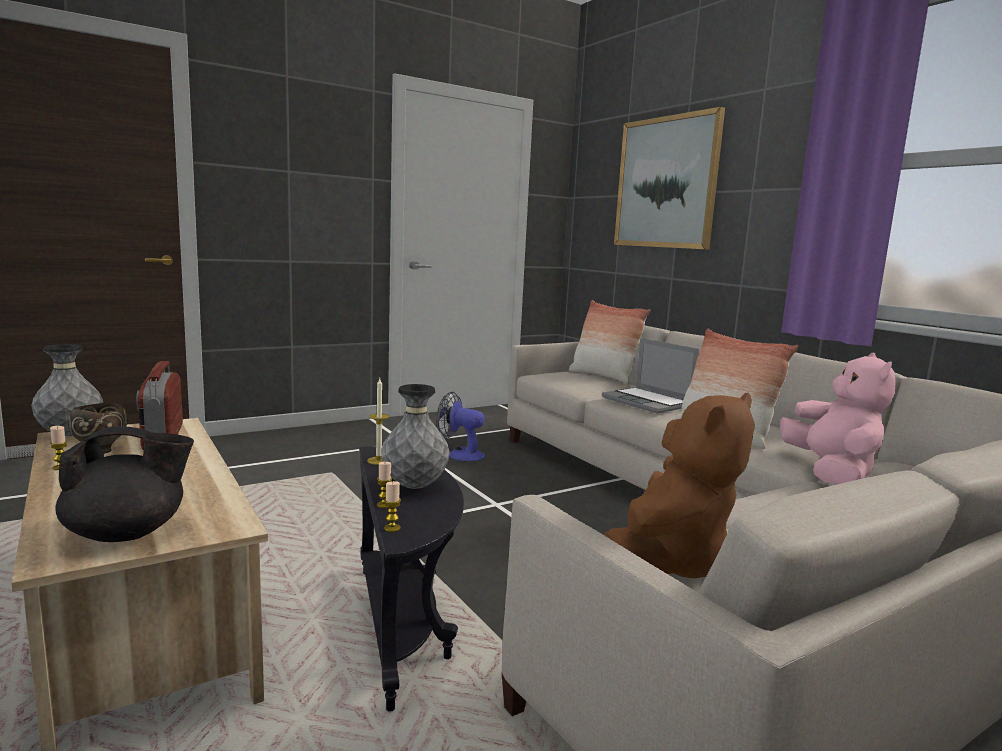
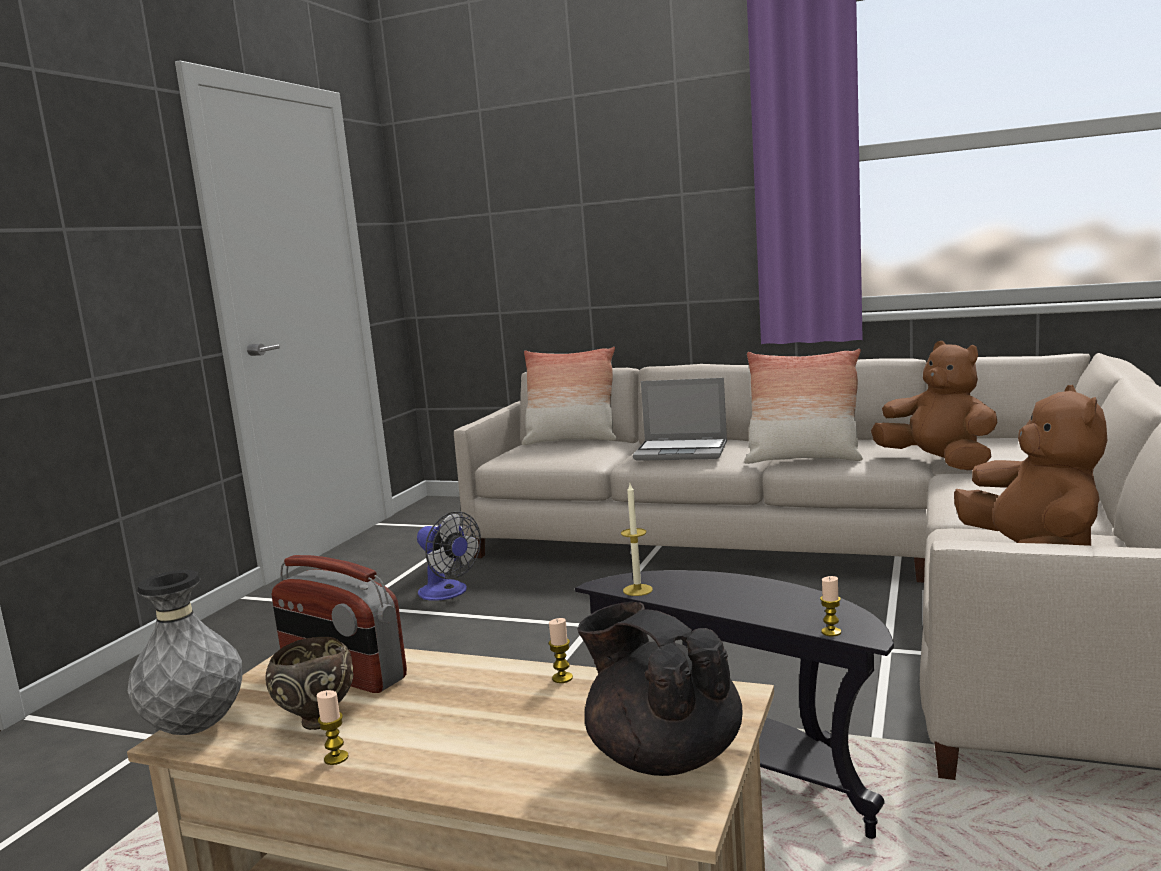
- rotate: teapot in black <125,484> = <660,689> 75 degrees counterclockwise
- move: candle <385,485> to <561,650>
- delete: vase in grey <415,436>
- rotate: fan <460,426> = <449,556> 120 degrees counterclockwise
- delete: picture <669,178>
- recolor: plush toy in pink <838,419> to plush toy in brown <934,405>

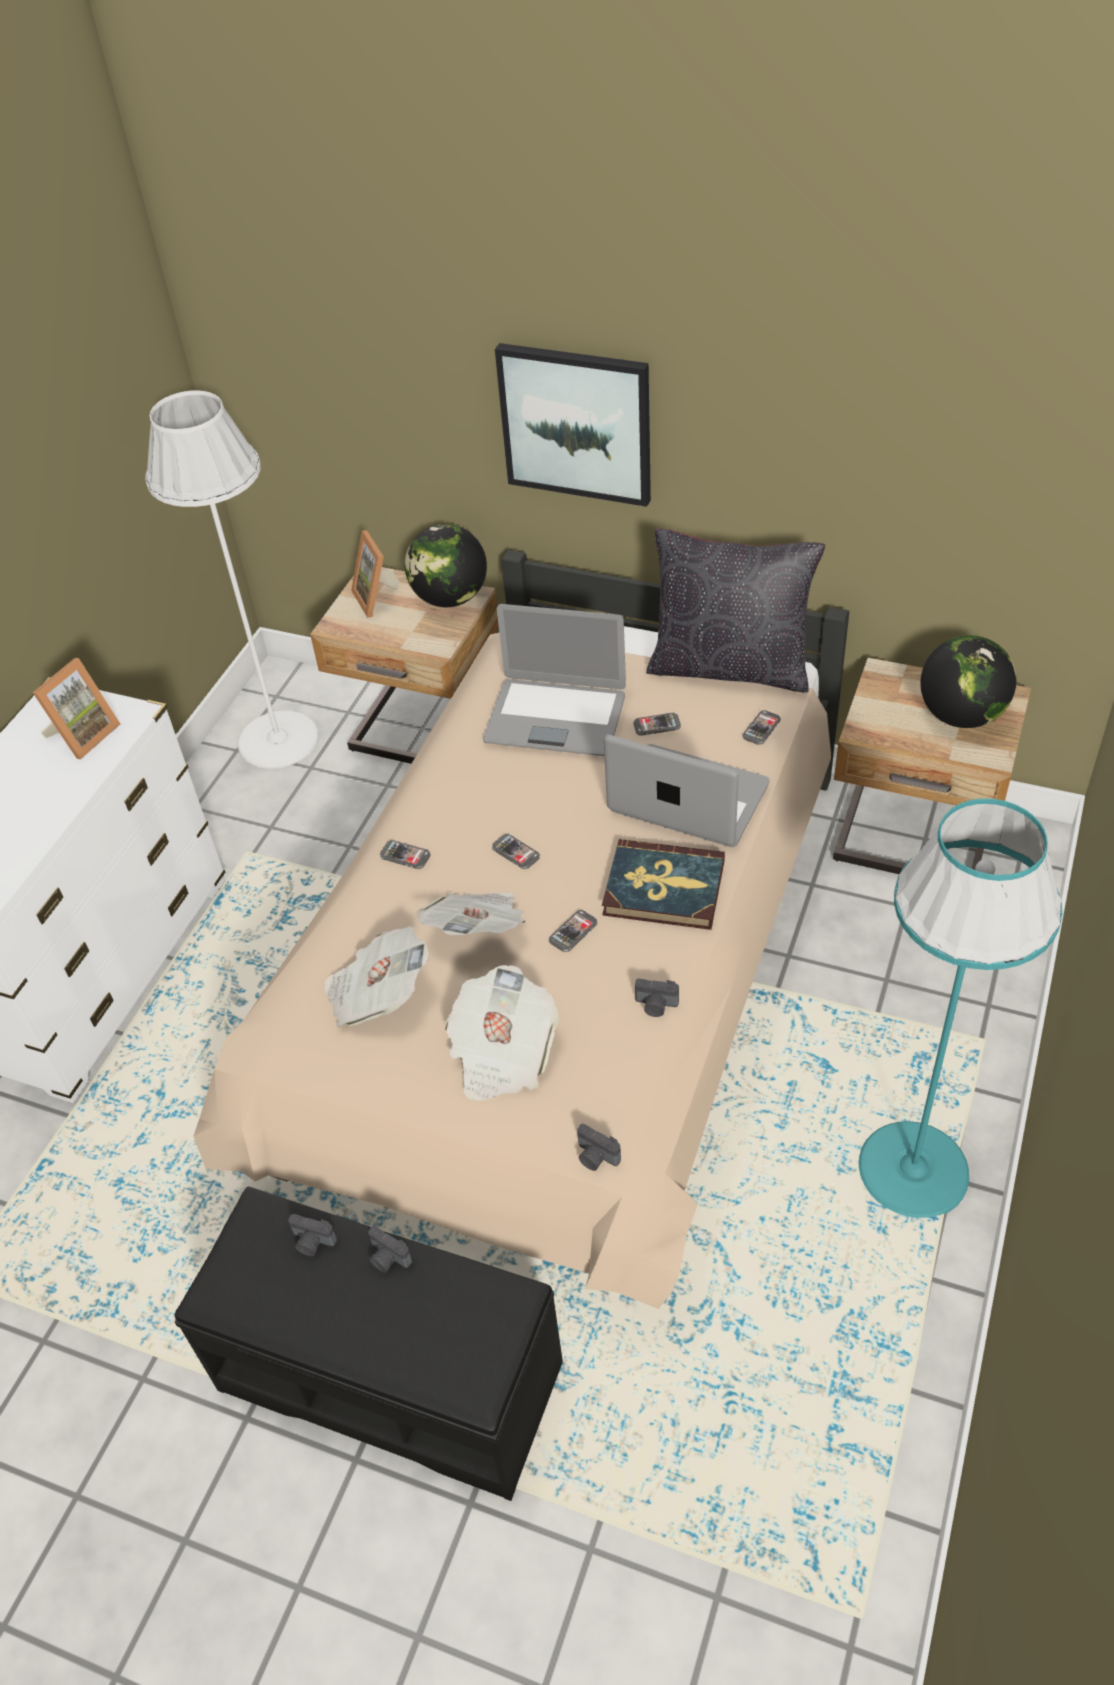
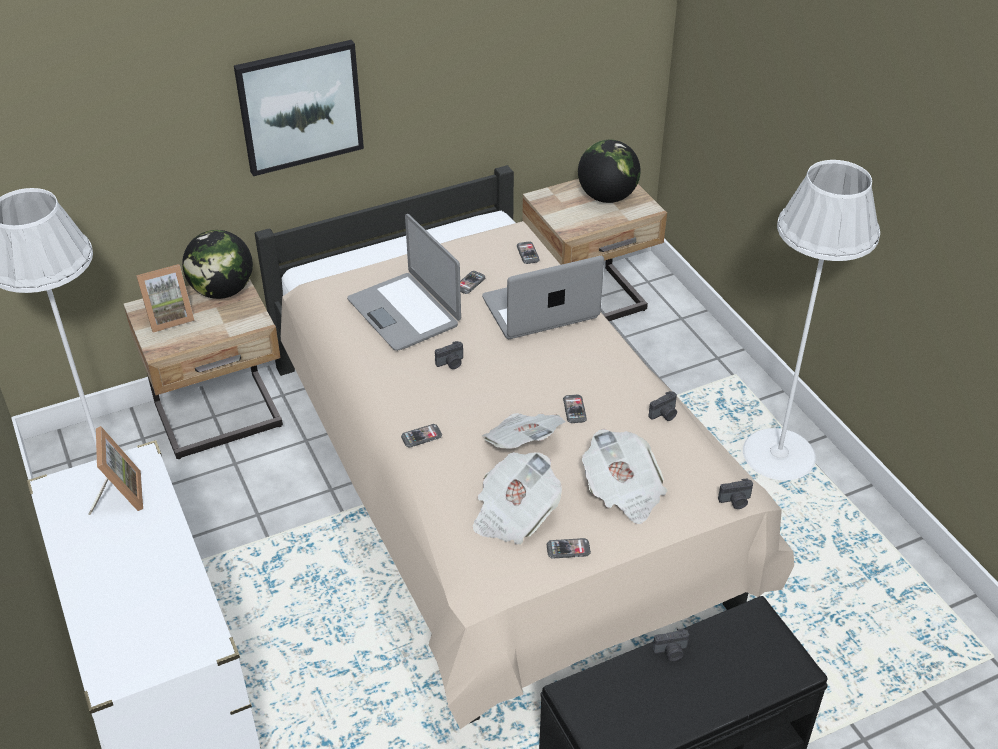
- move: photo camera <312,1235> to <449,355>
- rotate: picture frame <375,573> = <165,298> 45 degrees counterclockwise
- rotate: laptop <554,680> = <404,282> 90 degrees clockwise
- move: phone <516,851> to <569,548>
- delete: book <663,884>
- delete: pillow in black <735,610>
- recolor: floor lamp in turquoise <961,1008> to floor lamp in white <811,320>

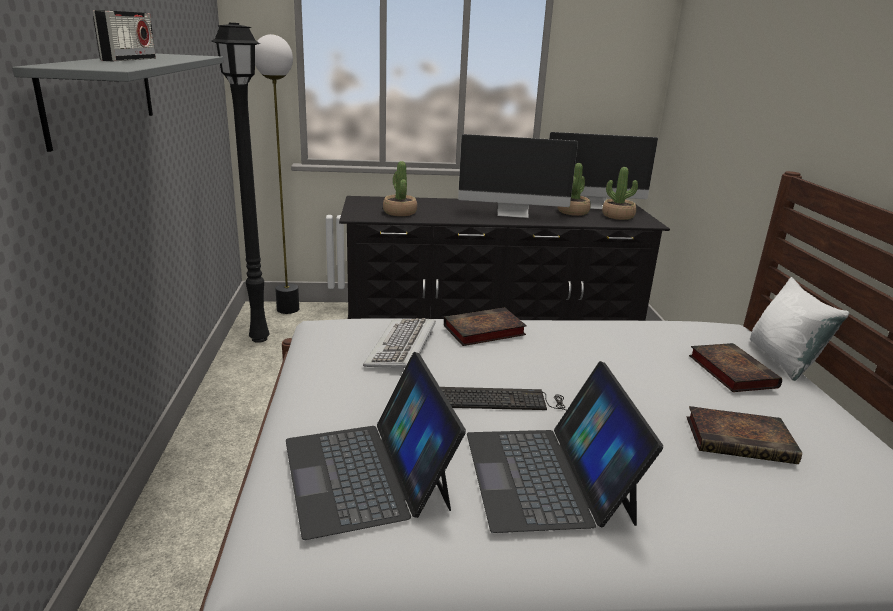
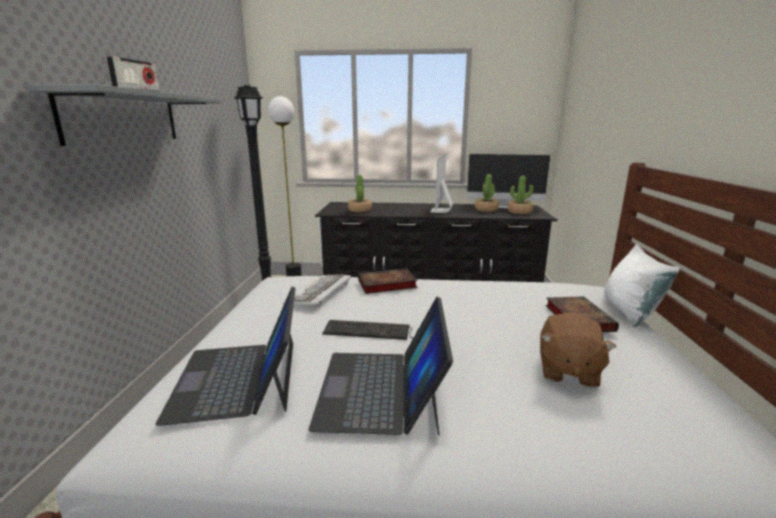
- rotate: monitor <518,176> = <441,183> 90 degrees clockwise
- replace: book <744,435> to plush toy in brown <578,350>

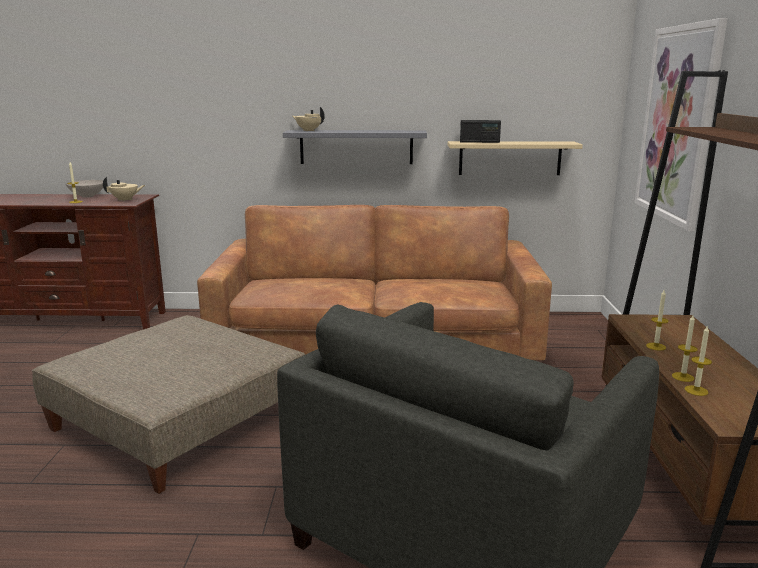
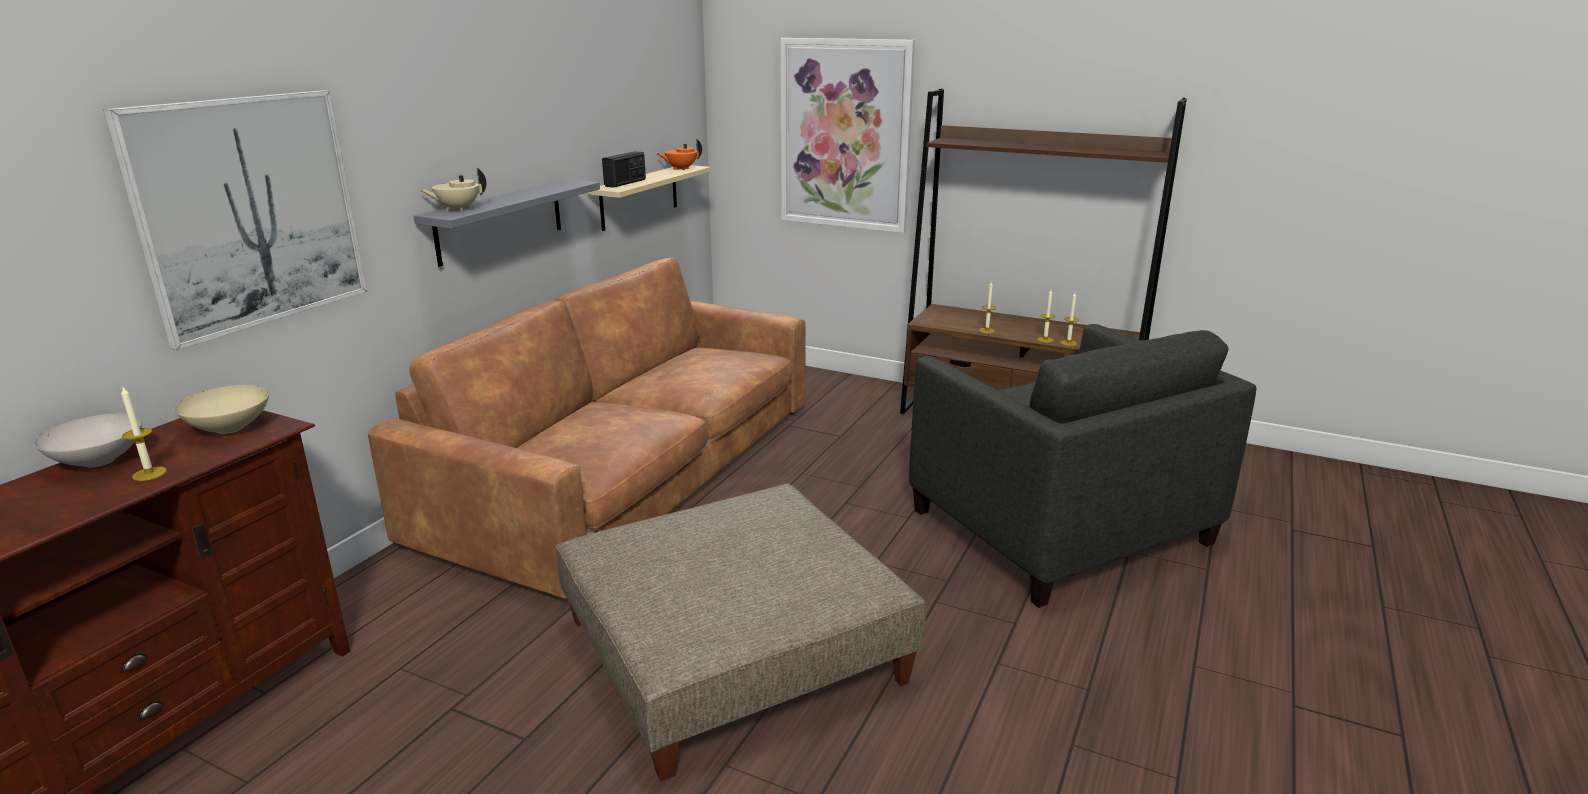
- replace: teapot in beige <124,189> to bowl in beige <222,409>
- insert: picture <235,220>
- insert: teapot in orange <679,154>

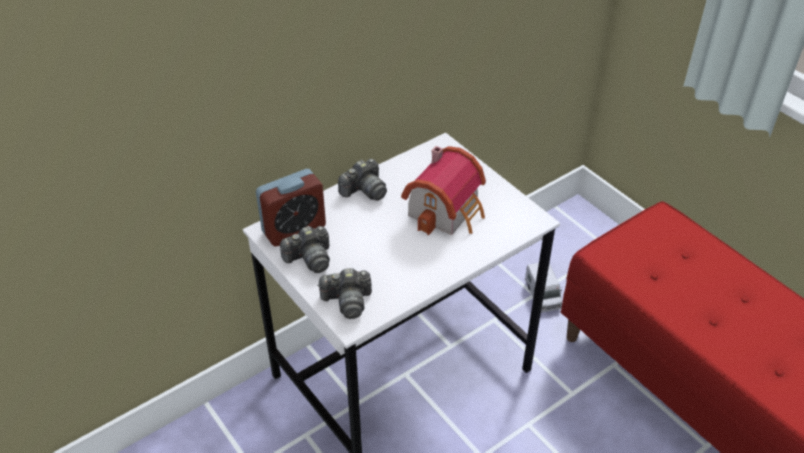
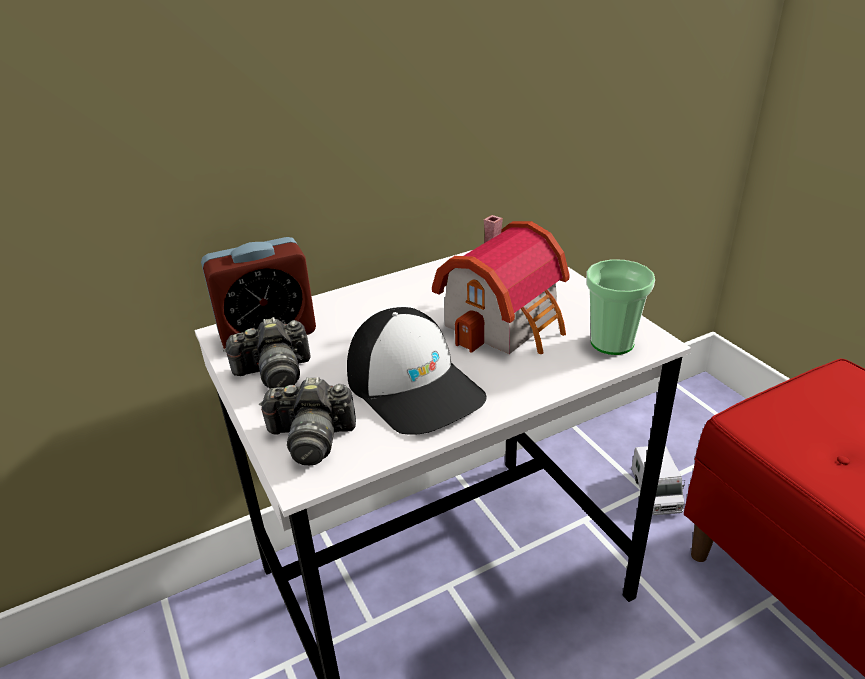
- delete: photo camera <362,180>
- insert: cap <416,371>
- insert: cup <620,307>

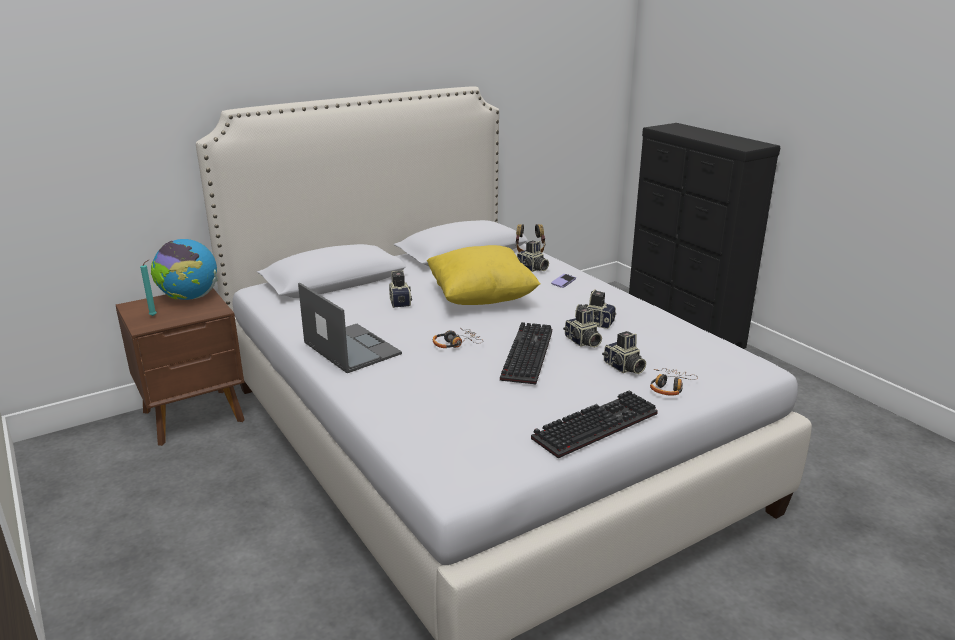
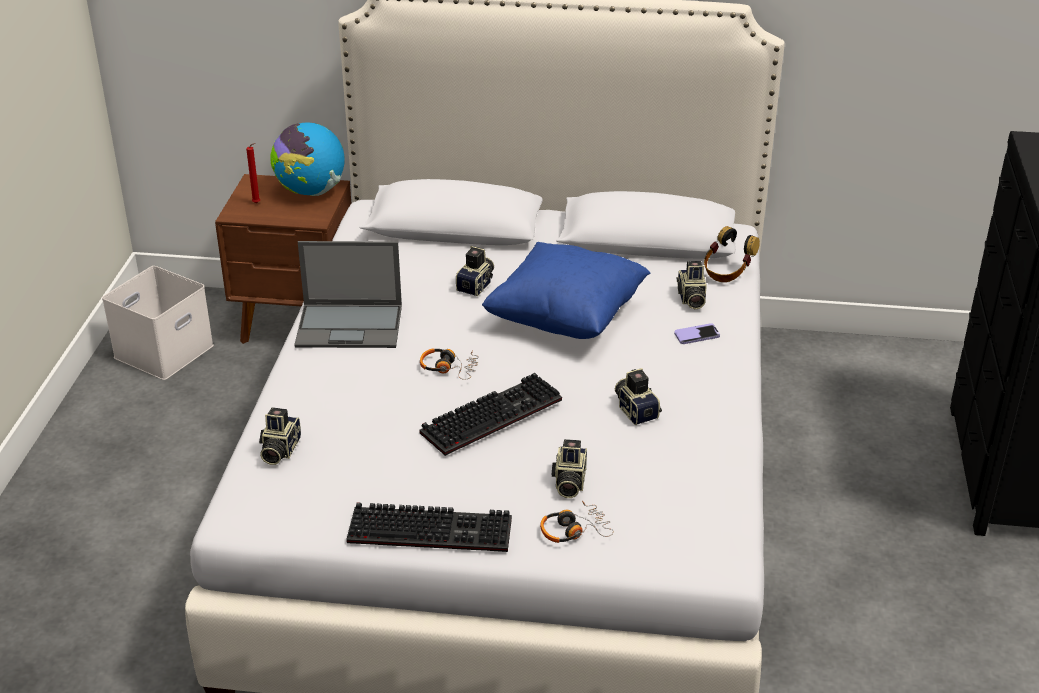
- recolor: candle in turquoise <148,288> to candle in red <253,173>
- rotate: laptop <350,328> = <348,294> 90 degrees clockwise
- recolor: pillow in yellow <484,275> to pillow in blue <566,290>
- move: photo camera <582,328> to <280,436>
- insert: storage box in white <158,323>

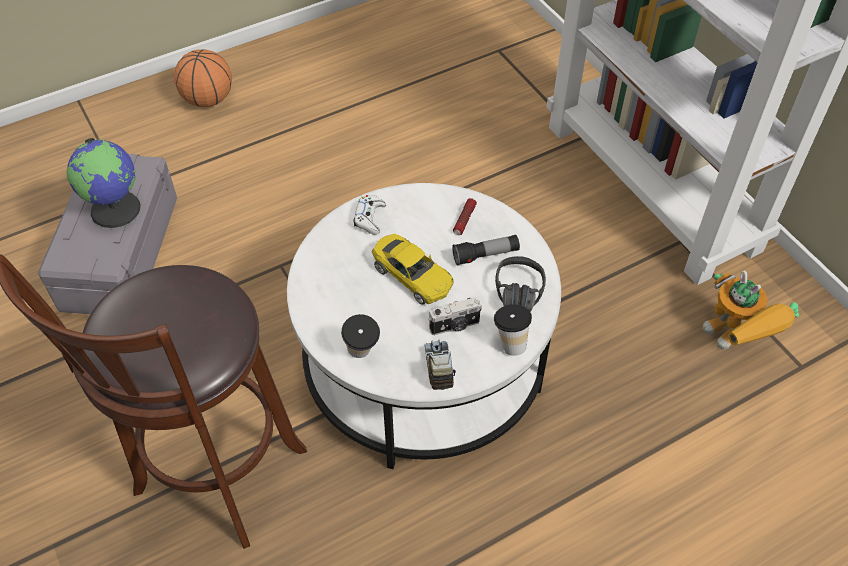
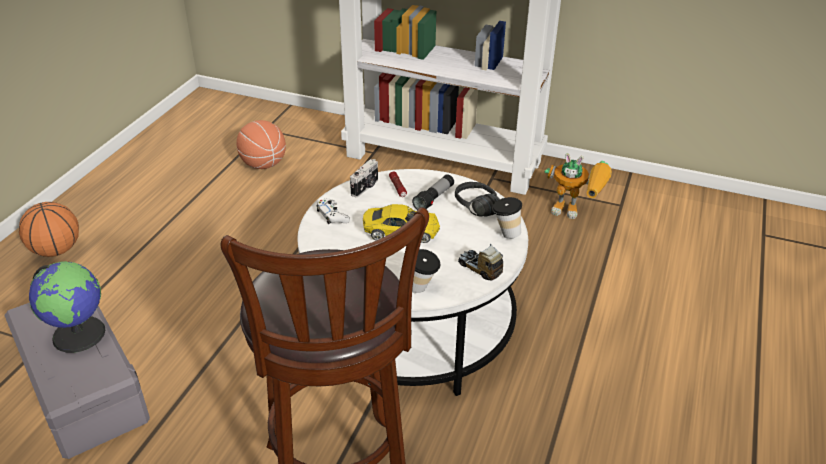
- move: photo camera <455,316> to <364,178>
- insert: basketball <261,144>

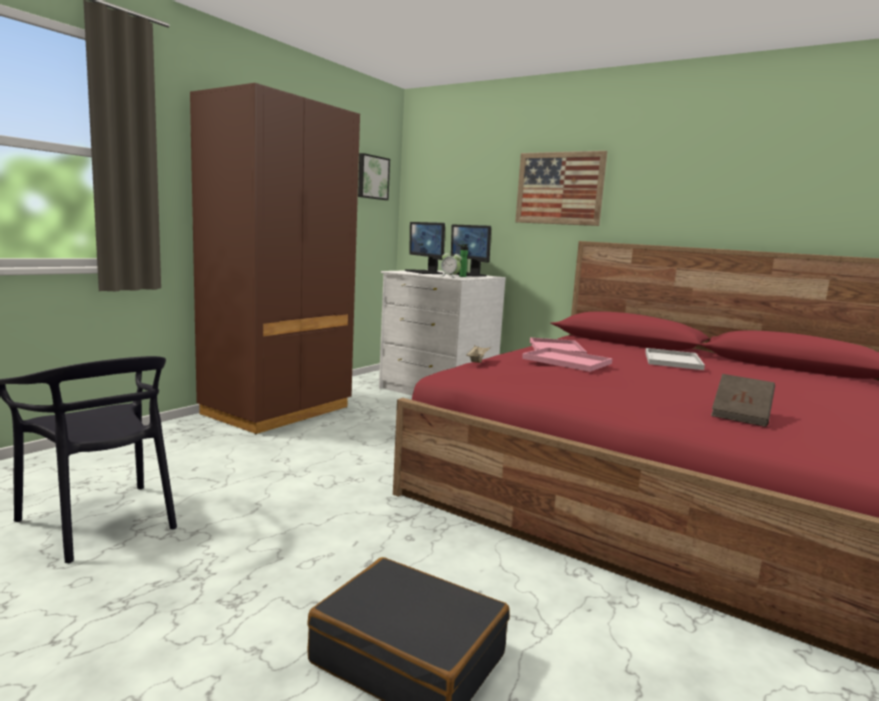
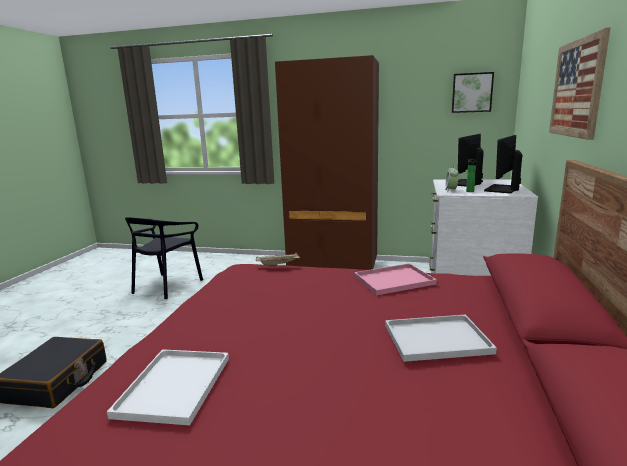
- delete: tray in pink <567,359>
- replace: book in brown <743,400> to tray in white <168,387>

